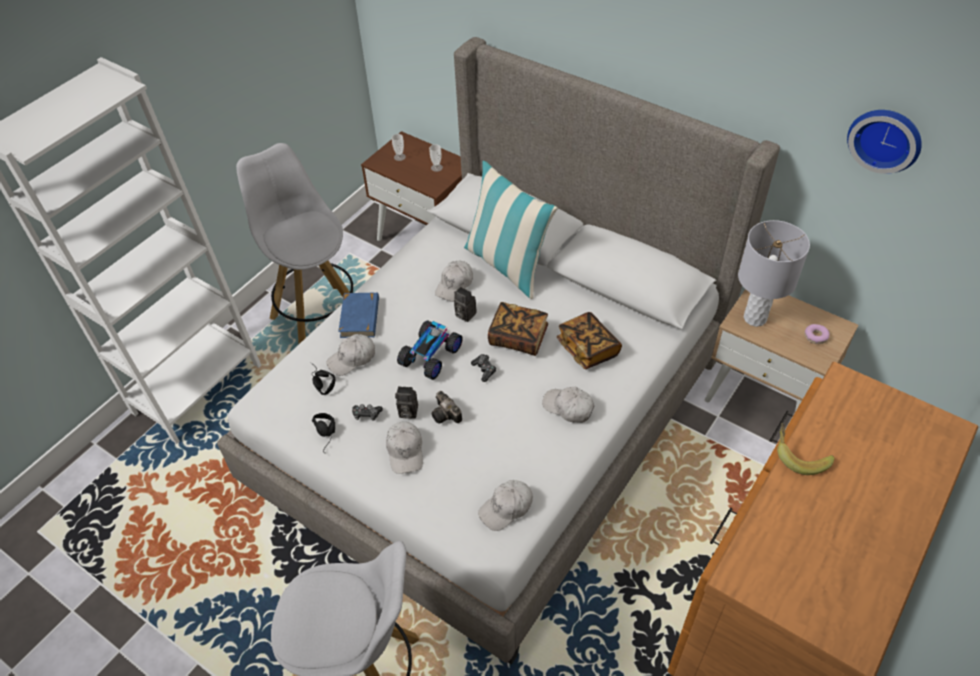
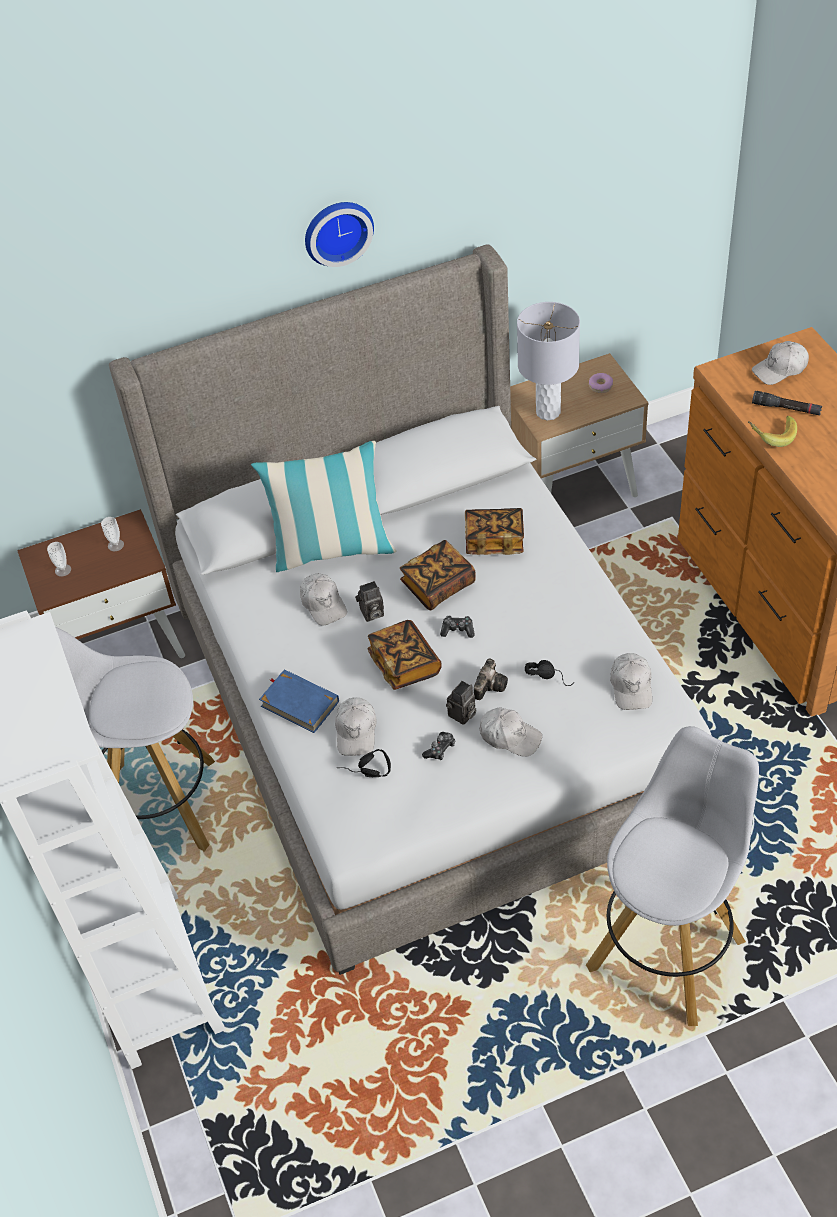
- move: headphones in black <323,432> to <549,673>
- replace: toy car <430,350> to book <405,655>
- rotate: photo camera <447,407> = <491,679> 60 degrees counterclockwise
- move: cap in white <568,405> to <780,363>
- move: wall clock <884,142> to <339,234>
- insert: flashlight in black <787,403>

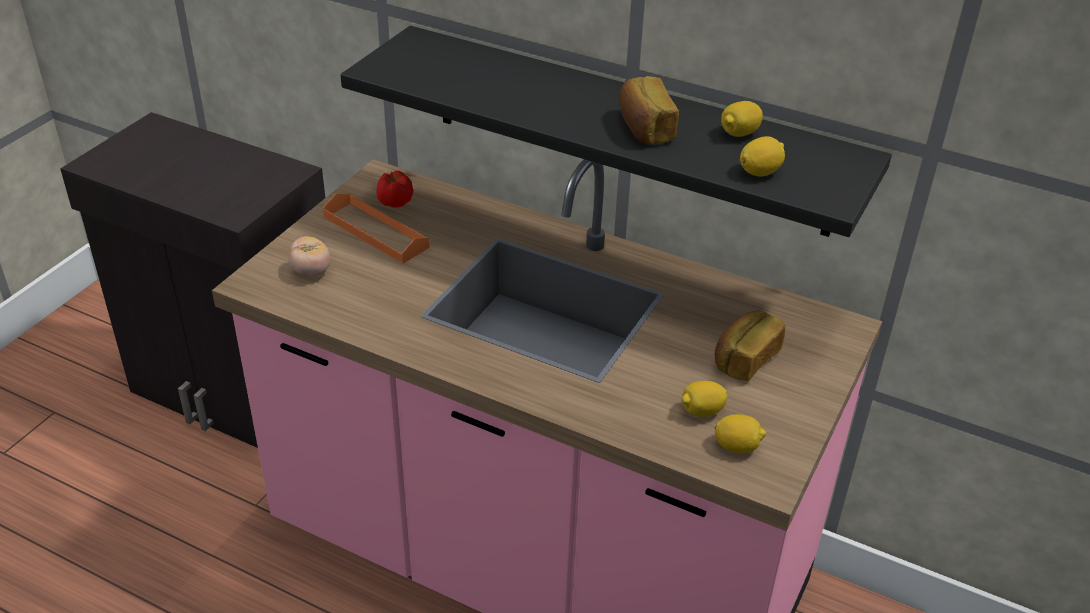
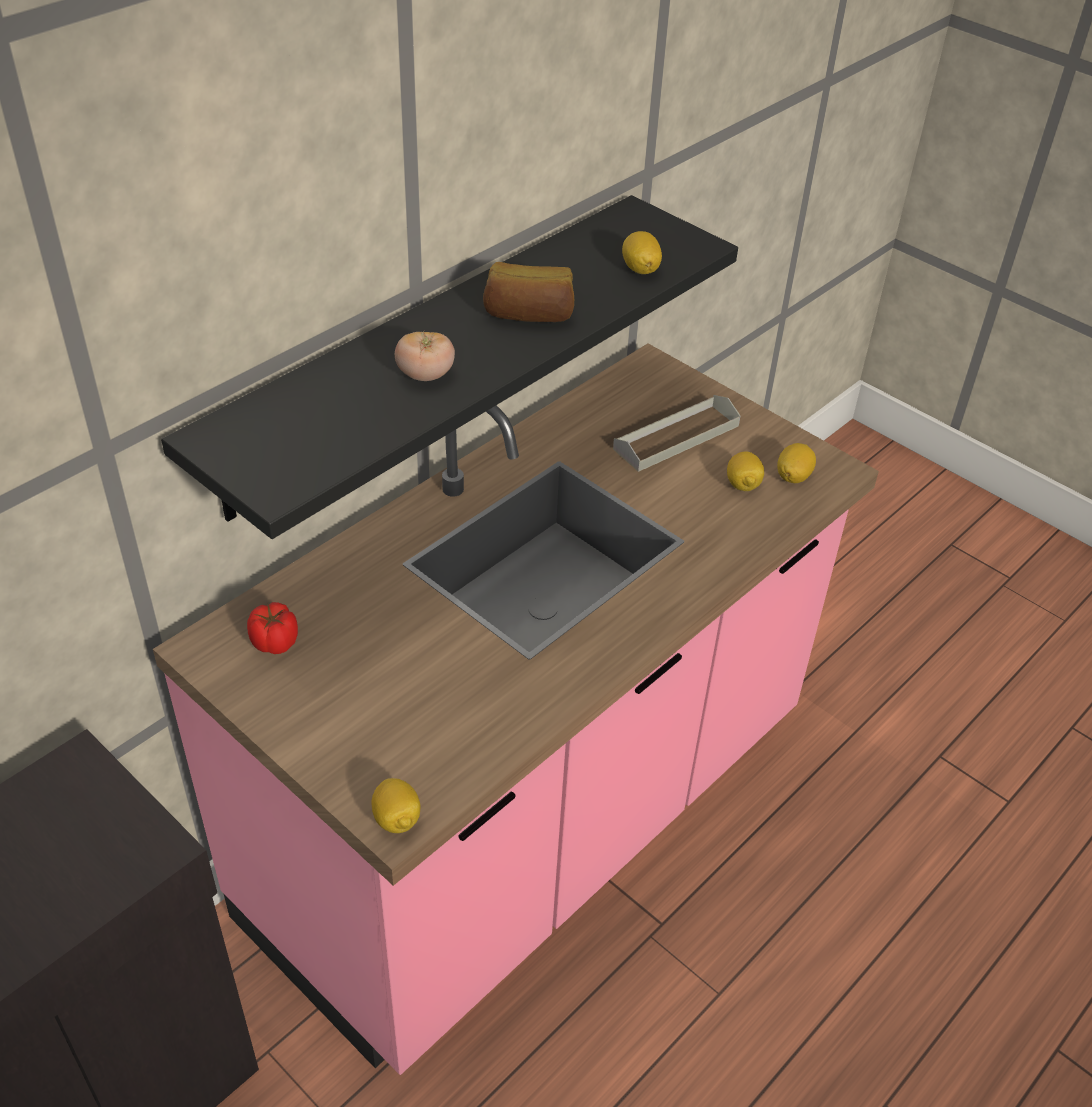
- move: tomato <310,256> to <425,356>
- delete: tray in orange <376,228>
- replace: bread <750,346> to tray in grey <676,433>
- move: lemon <742,119> to <395,805>

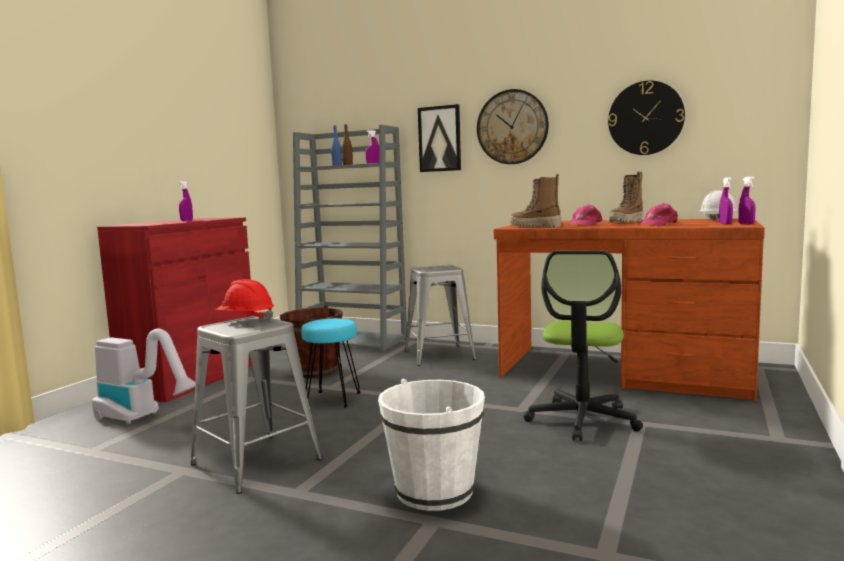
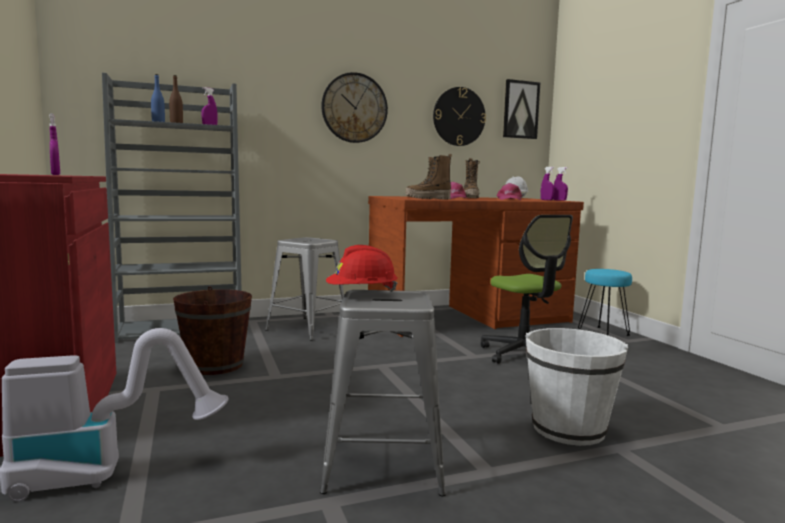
- move: stool in turquoise <331,363> to <605,302>
- move: picture <439,138> to <521,109>

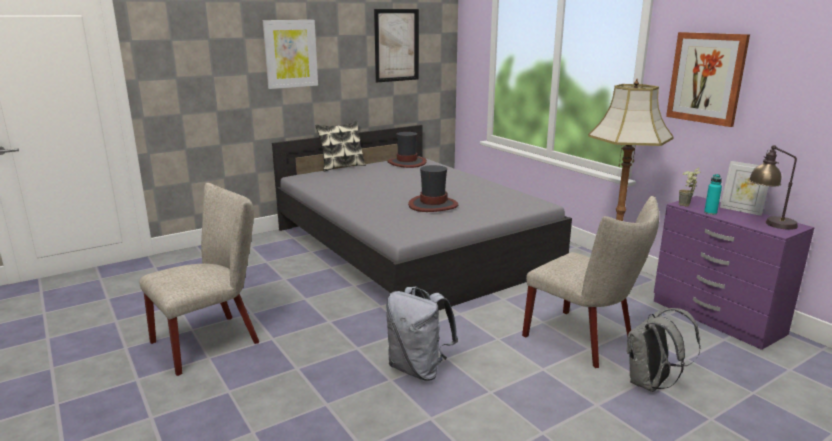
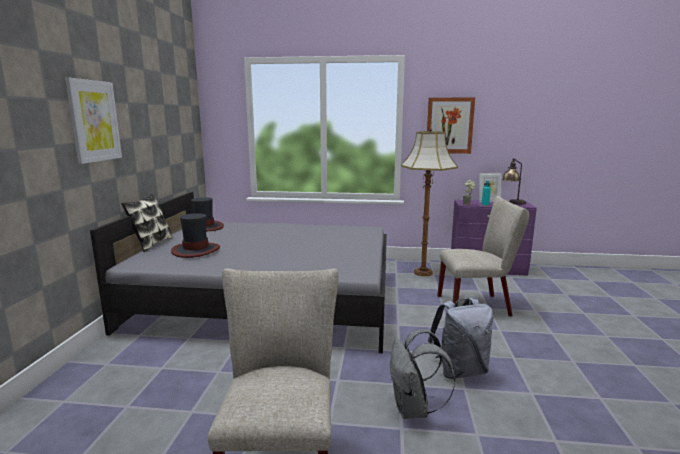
- delete: picture <396,46>
- move: hat <433,188> to <195,235>
- move: backpack in grey <663,350> to <422,374>

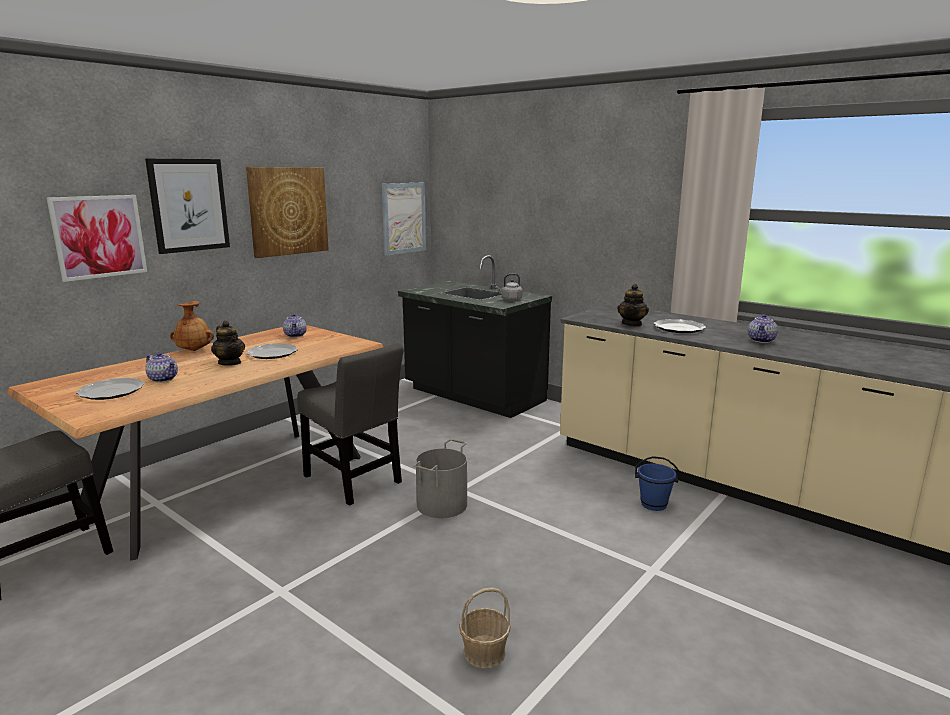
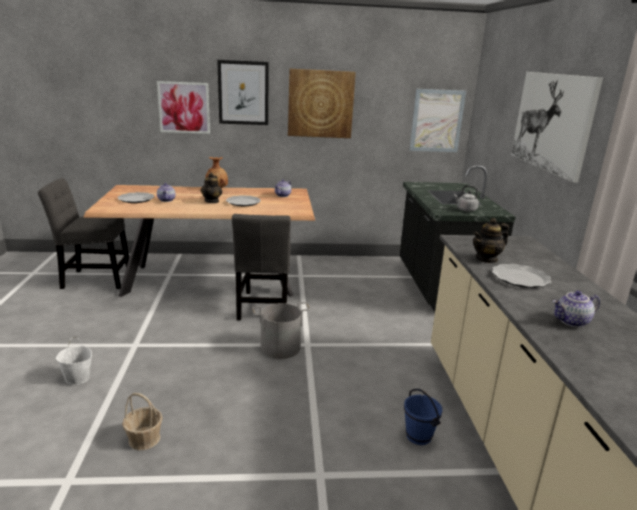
- insert: bucket in white <74,361>
- insert: picture <557,127>

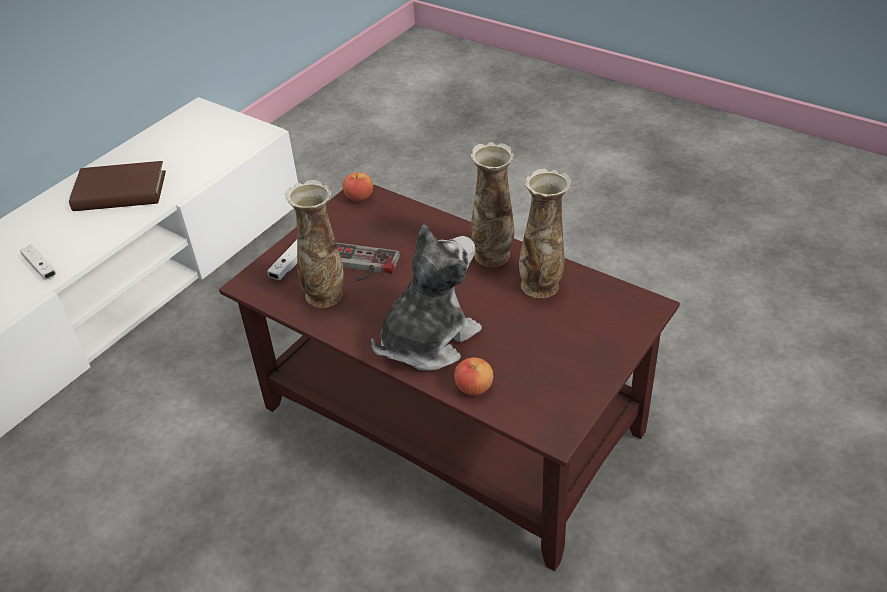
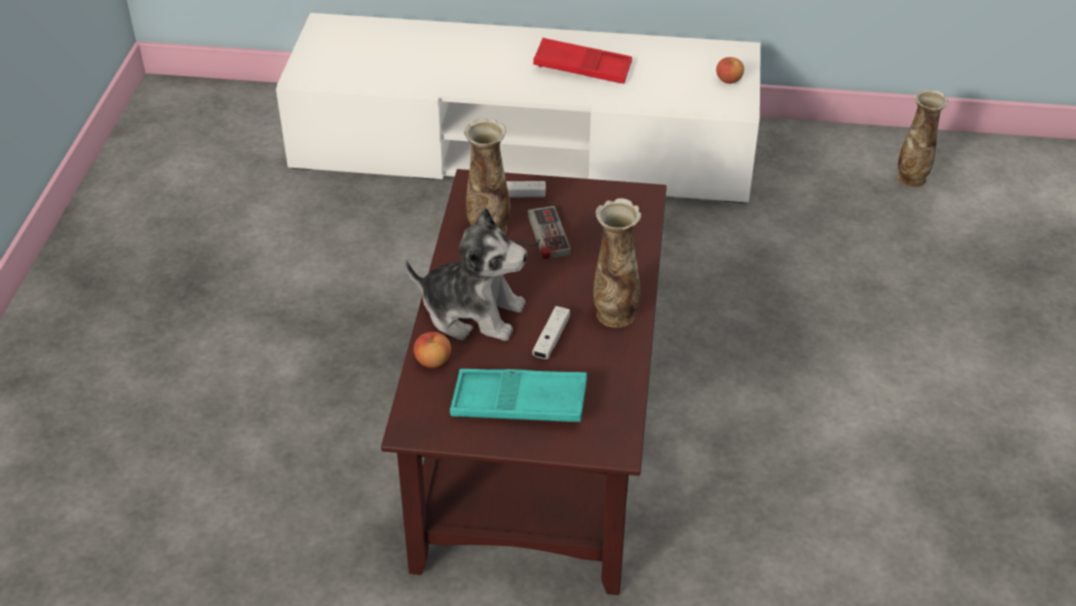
- move: game controller in white <38,262> to <551,332>
- replace: book in brown <117,186> to tray in red <582,61>
- move: apple <357,187> to <730,70>
- move: vase <545,233> to <922,138>
- insert: tray in turquoise <518,395>

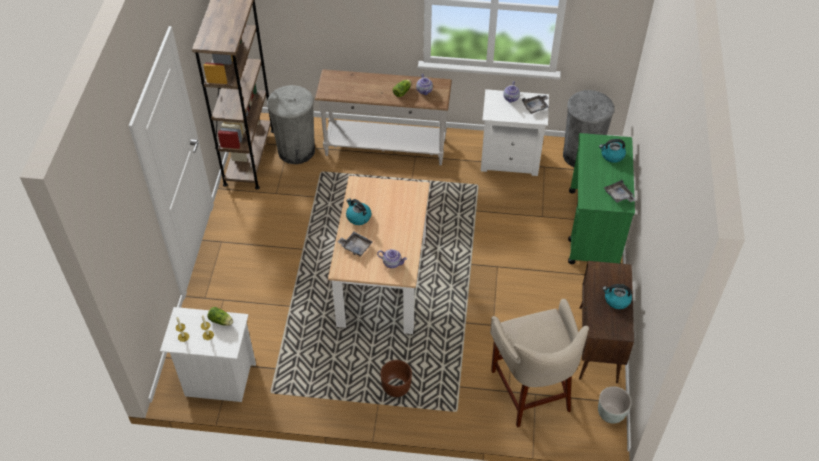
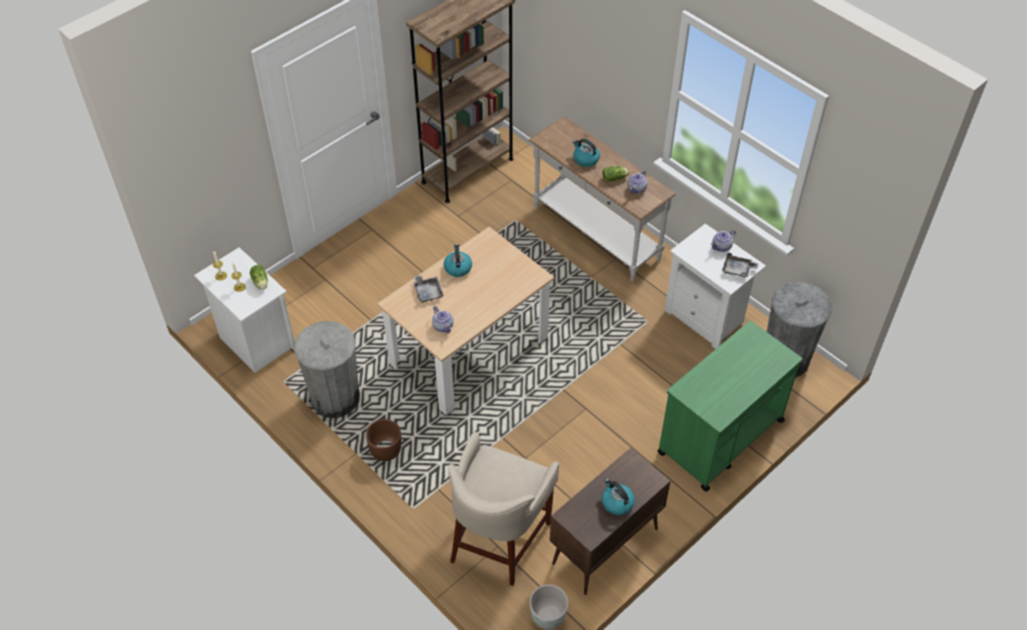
- move: trash can in grey <291,124> to <327,369>
- move: kettle <612,151> to <586,153>
- delete: tray in grey <620,191>

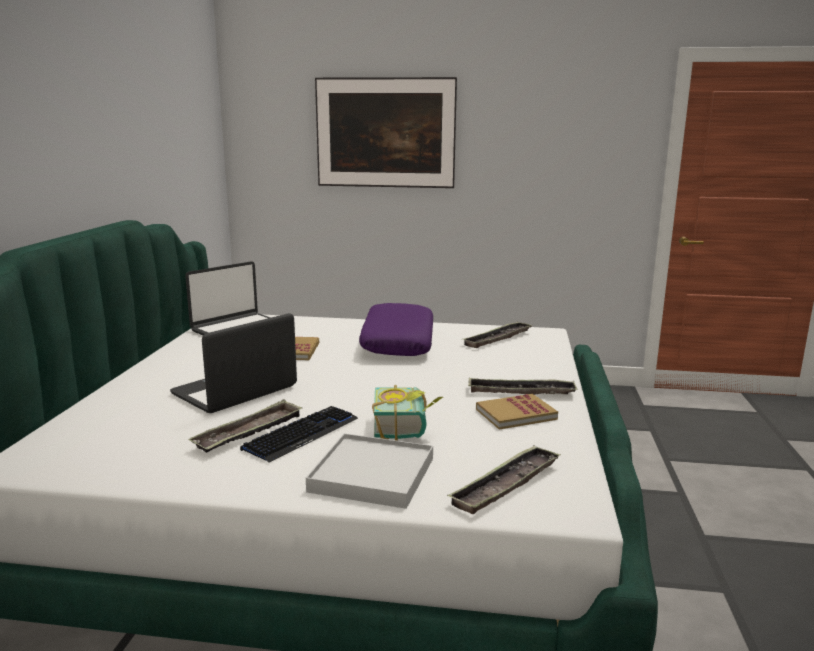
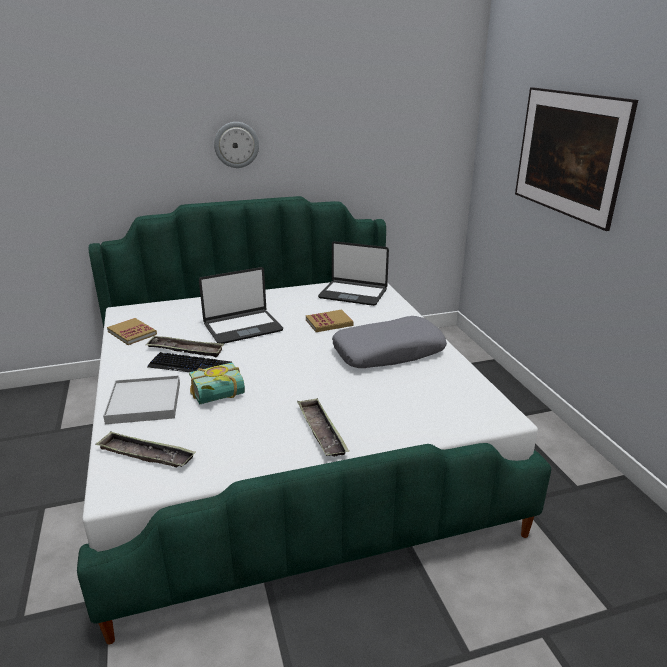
- rotate: laptop <233,363> = <241,305> 135 degrees clockwise
- recolor: pillow in purple <396,329> to pillow in grey <389,342>
- delete: tray <497,334>
- move: book <517,411> to <132,331>
- insert: wall clock <236,145>

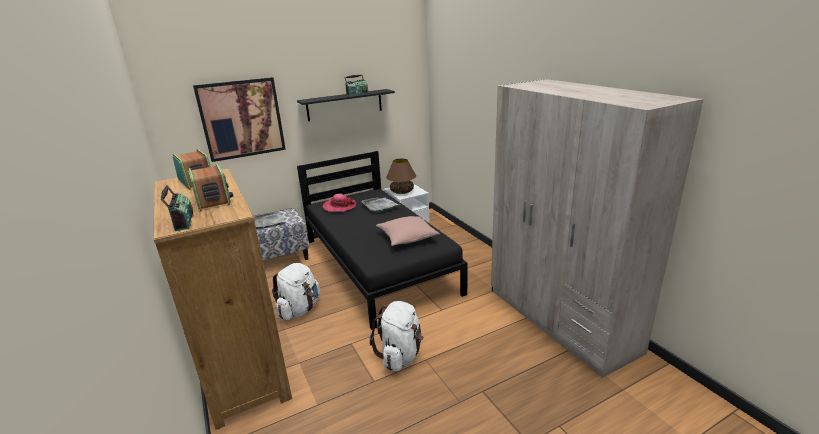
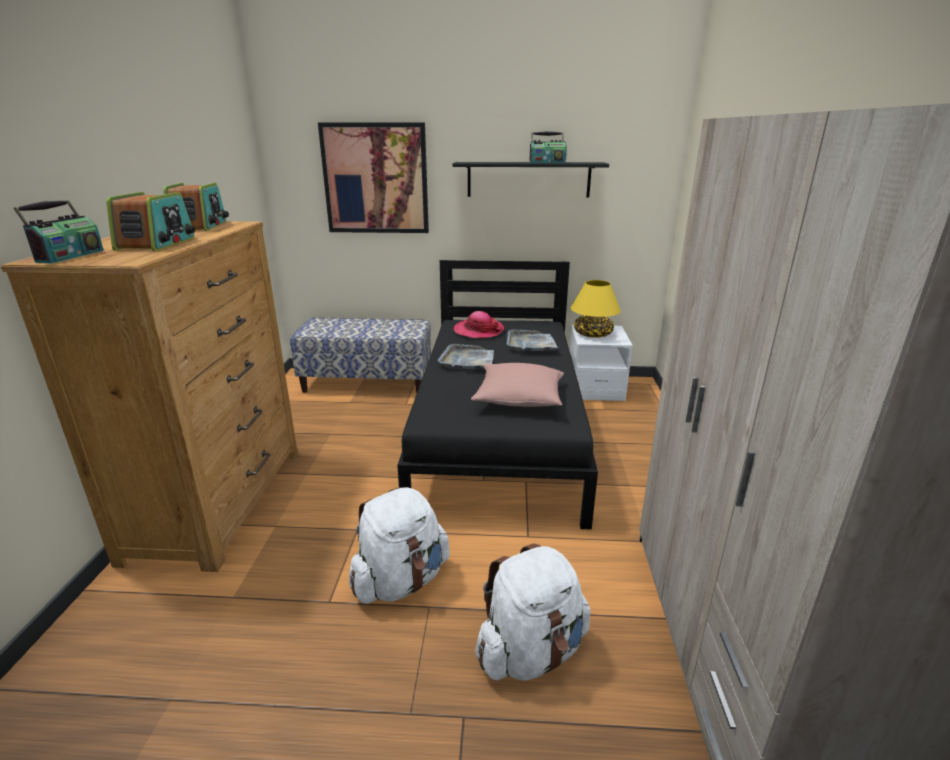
- move: tray in grey <269,221> to <465,356>
- move: backpack in white <296,291> to <533,612>
- recolor: table lamp in brown <401,176> to table lamp in yellow <596,309>

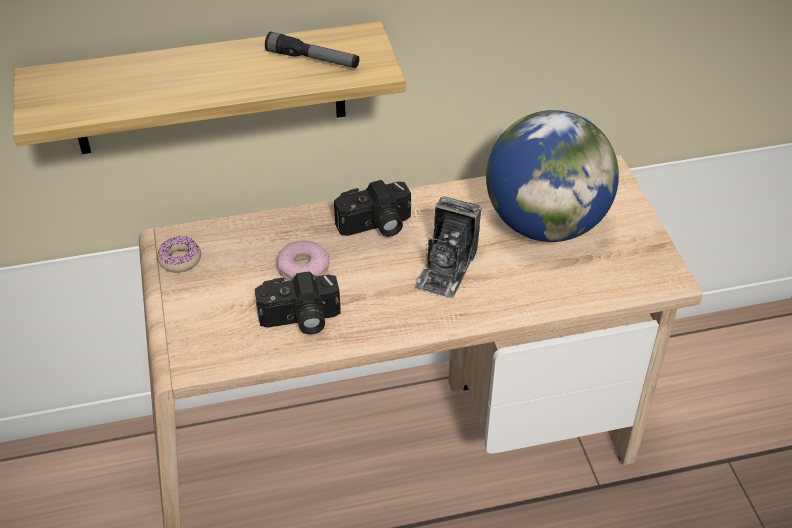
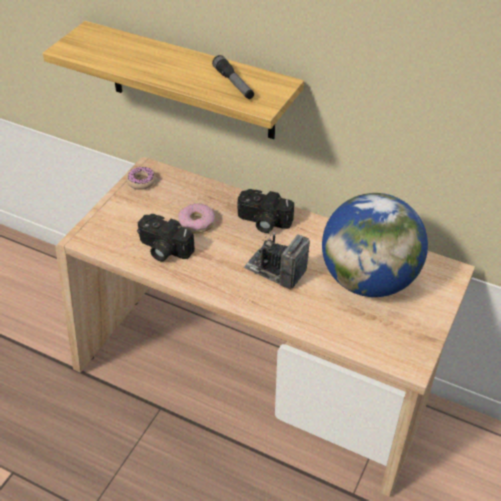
- rotate: photo camera <447,247> = <277,260> 60 degrees clockwise

